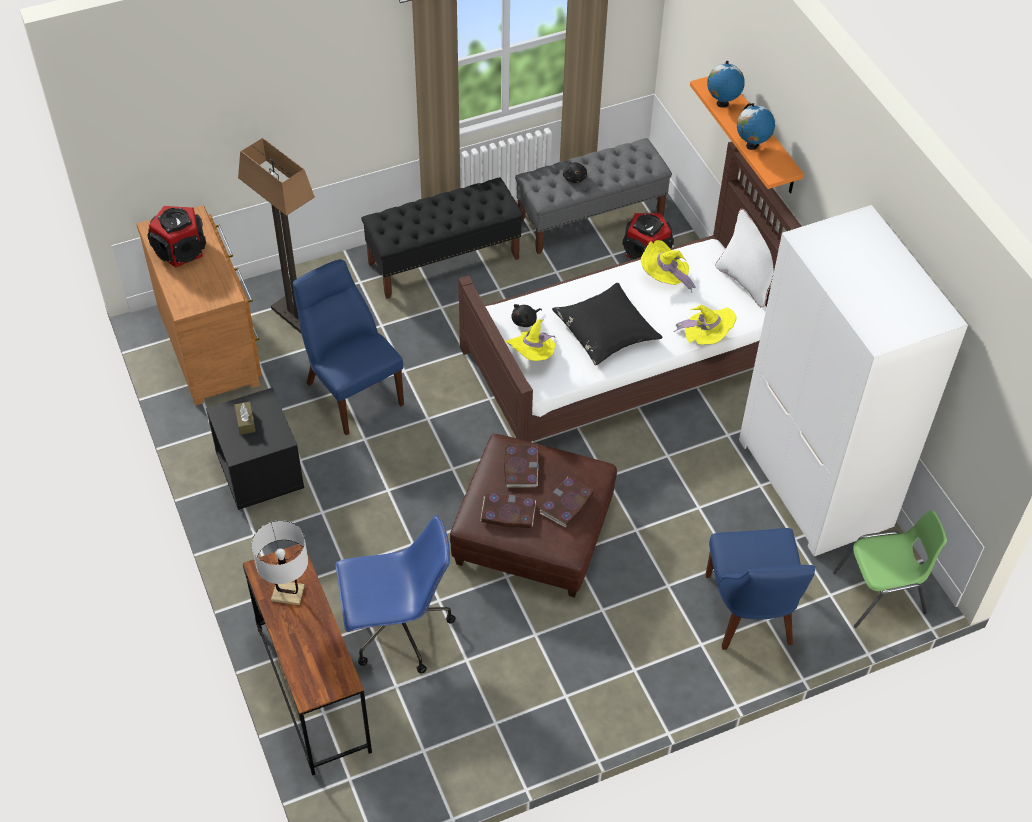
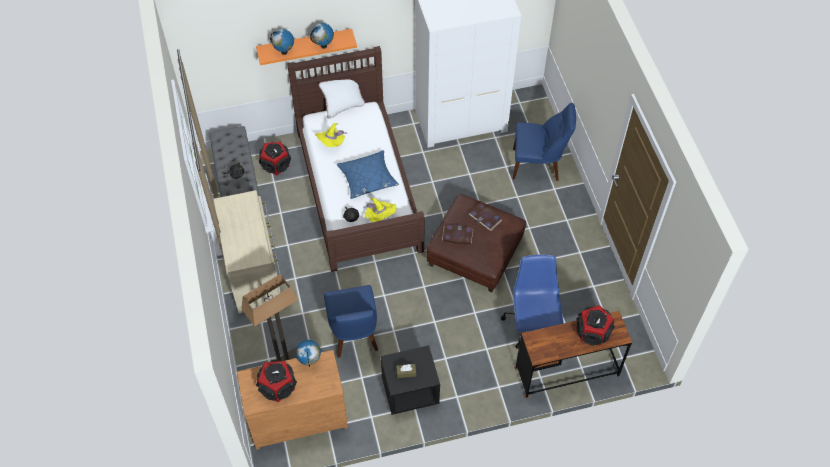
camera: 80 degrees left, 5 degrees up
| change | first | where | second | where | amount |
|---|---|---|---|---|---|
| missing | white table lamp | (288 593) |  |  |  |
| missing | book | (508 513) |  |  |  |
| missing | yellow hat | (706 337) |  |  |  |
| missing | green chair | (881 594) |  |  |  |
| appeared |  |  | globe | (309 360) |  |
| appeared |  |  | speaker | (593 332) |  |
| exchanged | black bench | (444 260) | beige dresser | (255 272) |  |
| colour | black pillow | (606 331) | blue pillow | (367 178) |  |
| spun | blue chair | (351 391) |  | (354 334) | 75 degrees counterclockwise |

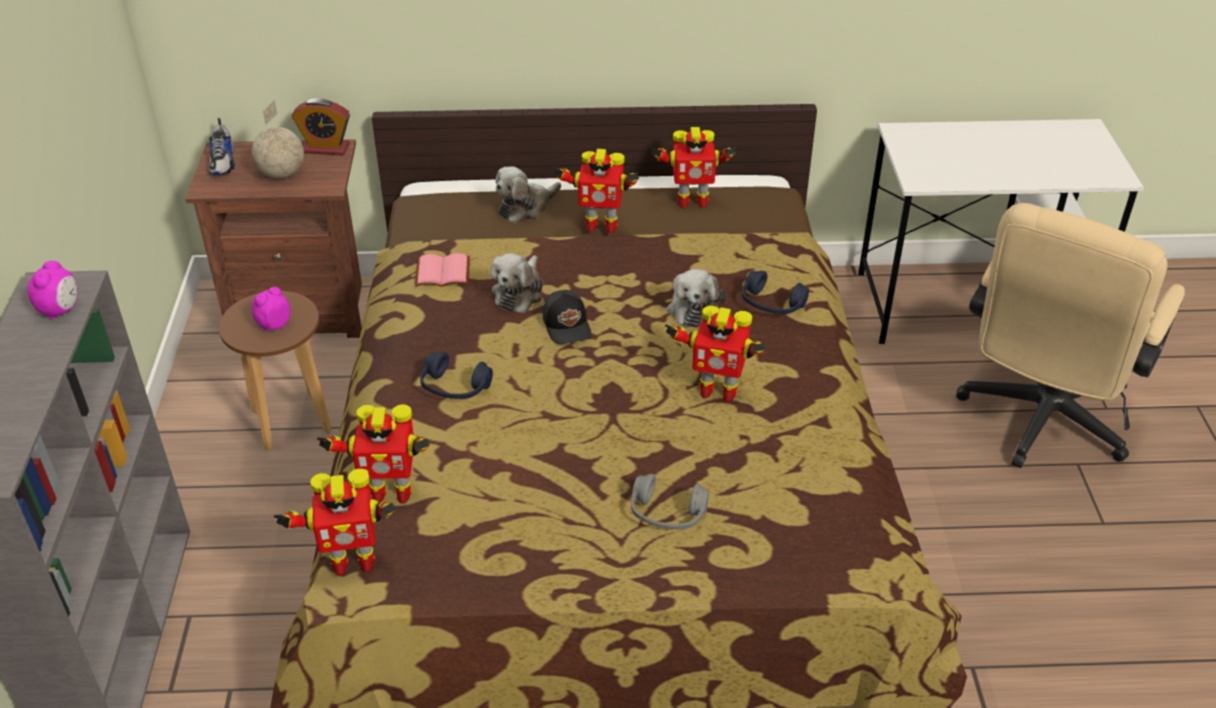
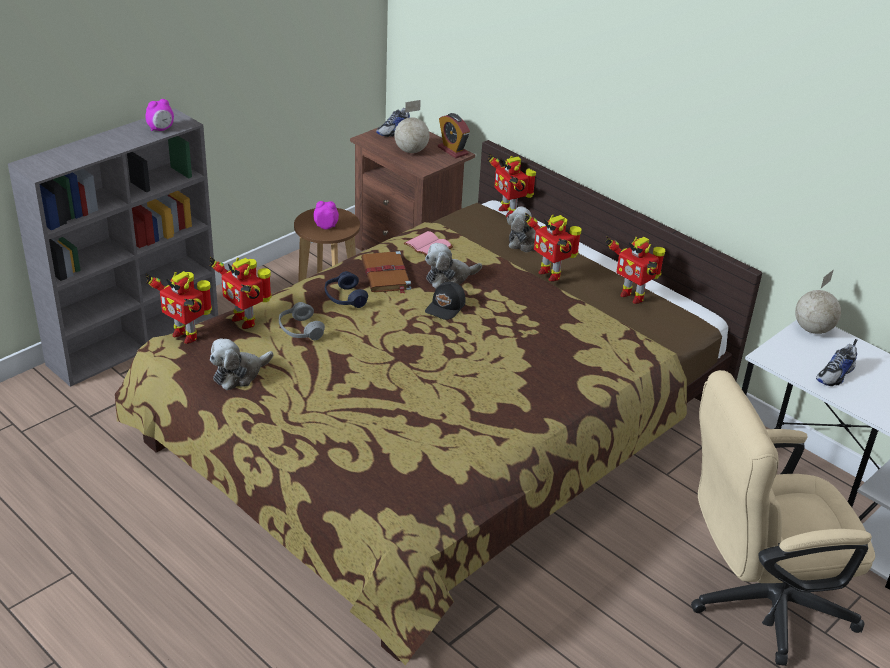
camera: 45 degrees right, 5 degrees down
| change | first | where | second | where | amount |
|---|---|---|---|---|---|
| missing | blue headphones | (771 304) |  |  |  |
| appeared |  |  | brown book | (386 275) |  |
| appeared |  |  | globe | (813 329) |  |
| appeared |  |  | shoe | (836 374) |  |
| relocated | grey headphones | (667 513) |  | (300 330) |  |
| relocated | toy robot | (717 390) |  | (509 211) |  |
| relocated | plush toy | (693 308) |  | (239 374) |  |

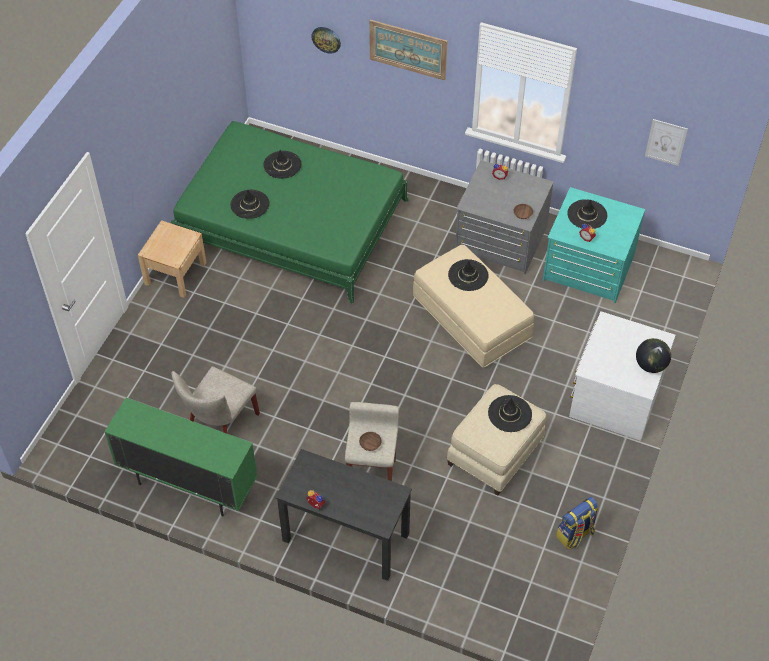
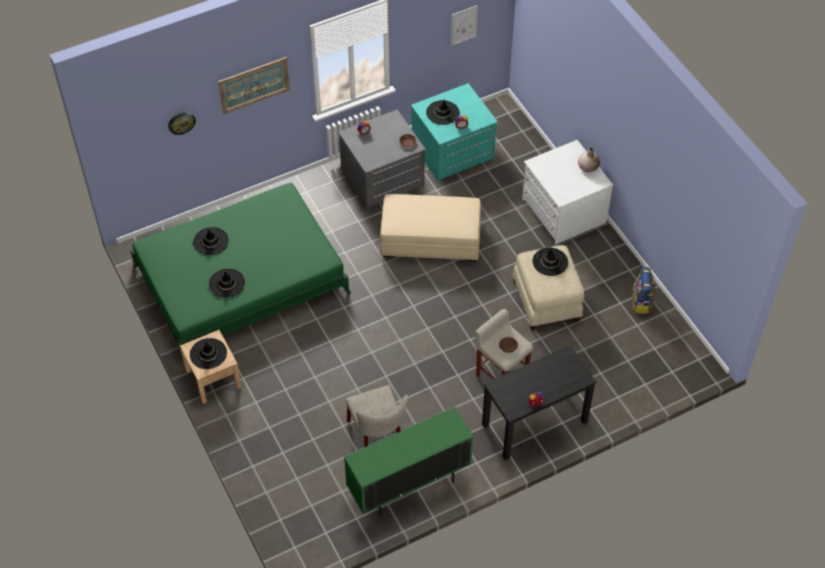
camera: 50 degrees left, 0 degrees up
| change | first | where | second | where | amount |
|---|---|---|---|---|---|
| relocated | black hat | (468 275) |  | (208 354) |  |
| exchanged | globe | (650 365) | beige vase | (588 167) |  |

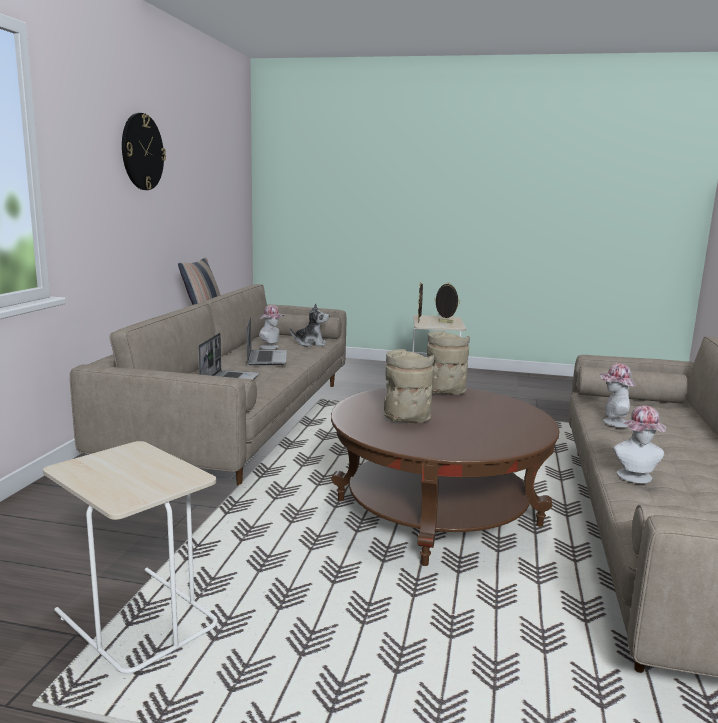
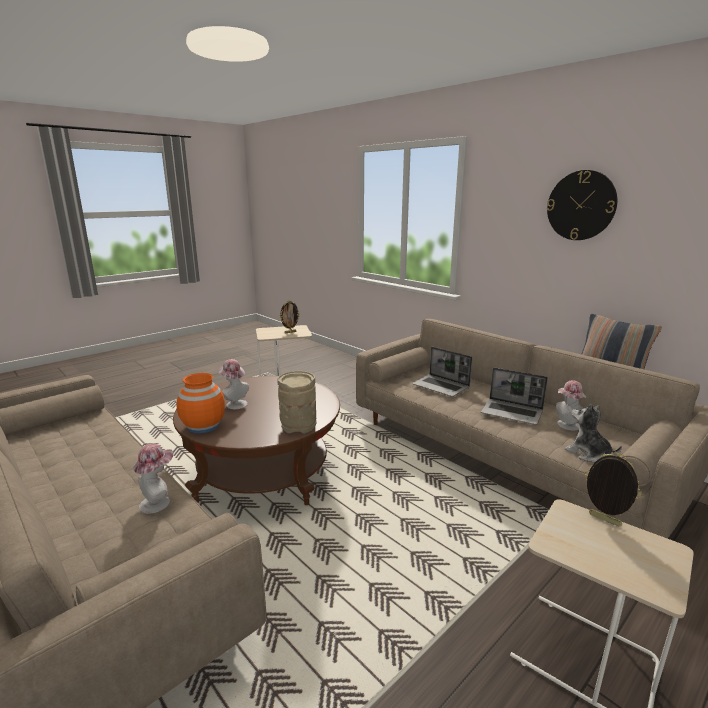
camera: 125 degrees right, 5 degrees up
| change | first | where | second | where | amount |
|---|---|---|---|---|---|
| missing | beige vase | (406 419) |  |  |  |
| appeared |  |  | orange vase | (203 426) |  |
| relocated | picture frame | (445 322) |  | (290 332) |  |
| relocated | hat | (636 478) |  | (234 404) |  |
| spun | plush toy | (311 344) |  | (588 454) | 105 degrees clockwise |

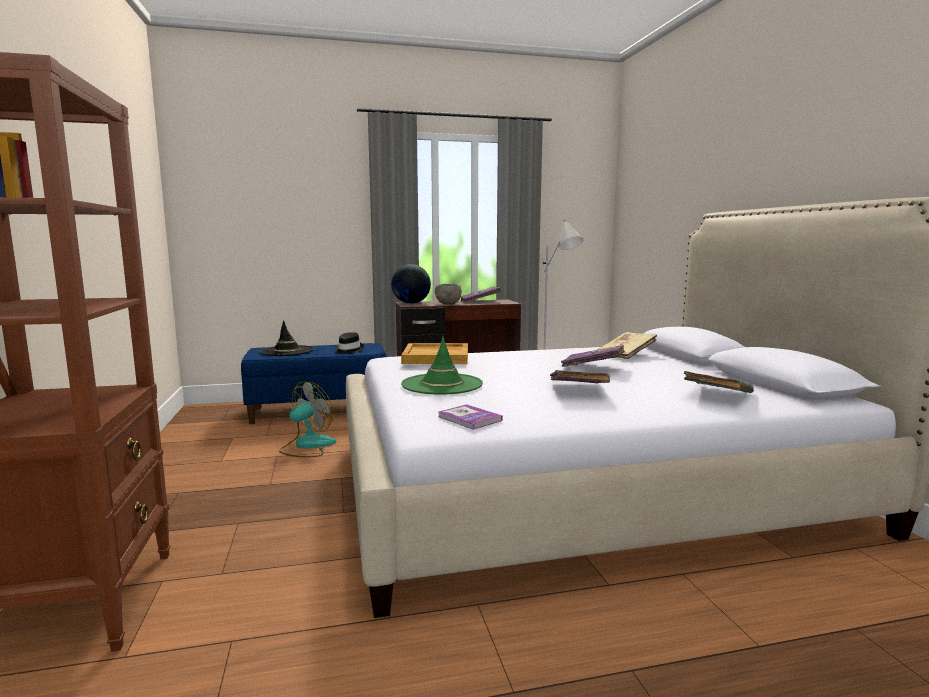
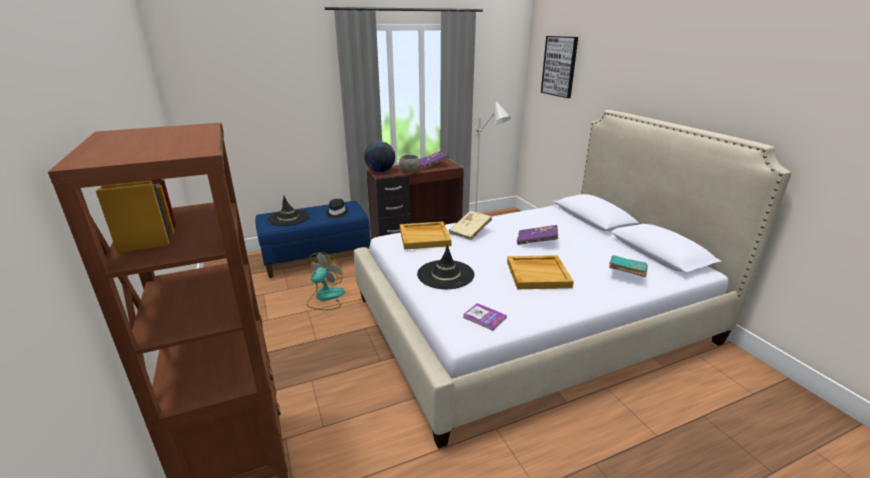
camera: 10 degrees left, 15 degrees up
| change | first | where | second | where | amount |
|---|---|---|---|---|---|
| appeared |  |  | picture | (559 66) |  |
| relocated | beige book | (626 354) |  | (470 231) |  |
| exchanged | purple book | (577 390) | beige tray | (538 274) |  |
| colour | green hat | (442 384) | black hat | (445 274) |  |

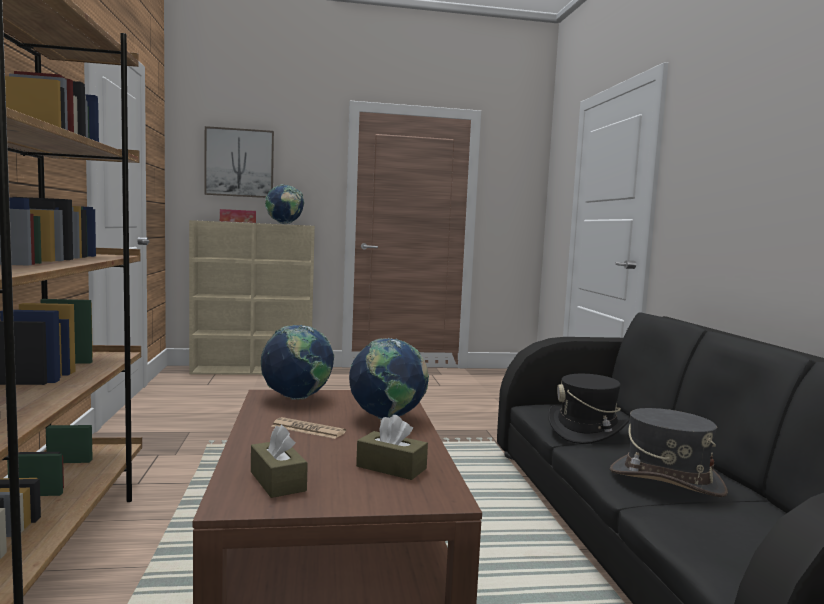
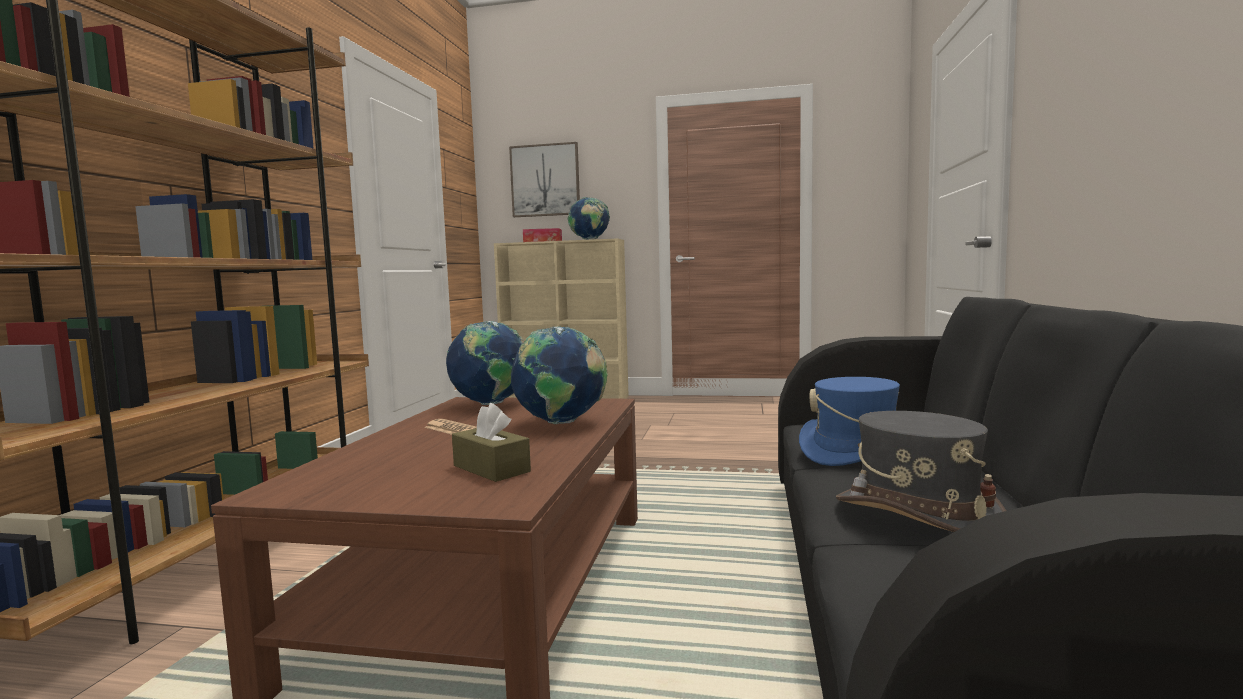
camera: 20 degrees right, 0 degrees up
| change | first | where | second | where | amount |
|---|---|---|---|---|---|
| missing | brown tissue box | (277 481) |  |  |  |
| colour | black hat | (587 431) | blue hat | (855 452) |  |

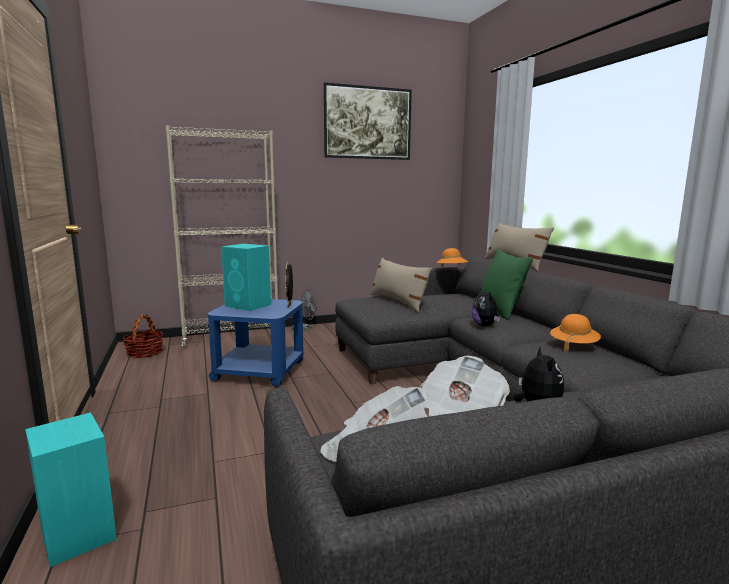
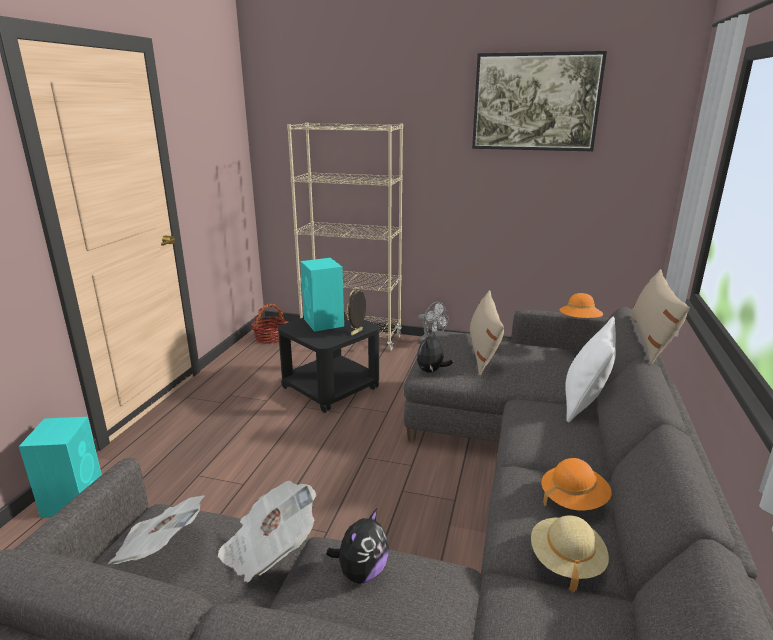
camera: 35 degrees right, 10 degrees up
| change | first | where | second | where | amount |
|---|---|---|---|---|---|
| appeared |  |  | beige hat | (566 560) |  |
| relocated | plush toy | (485 325) |  | (431 371) |  |
| colour | blue side table | (260 371) | black side table | (331 388) |  |
| colour | green pillow | (499 311) | white pillow | (584 403) |  |

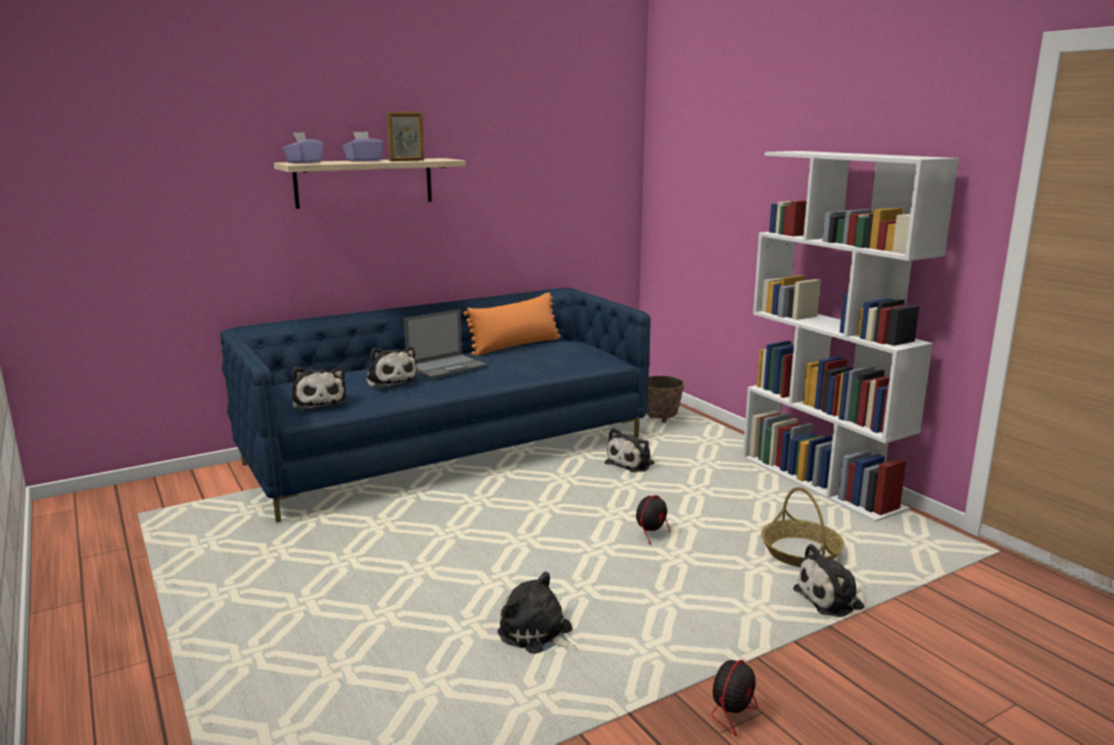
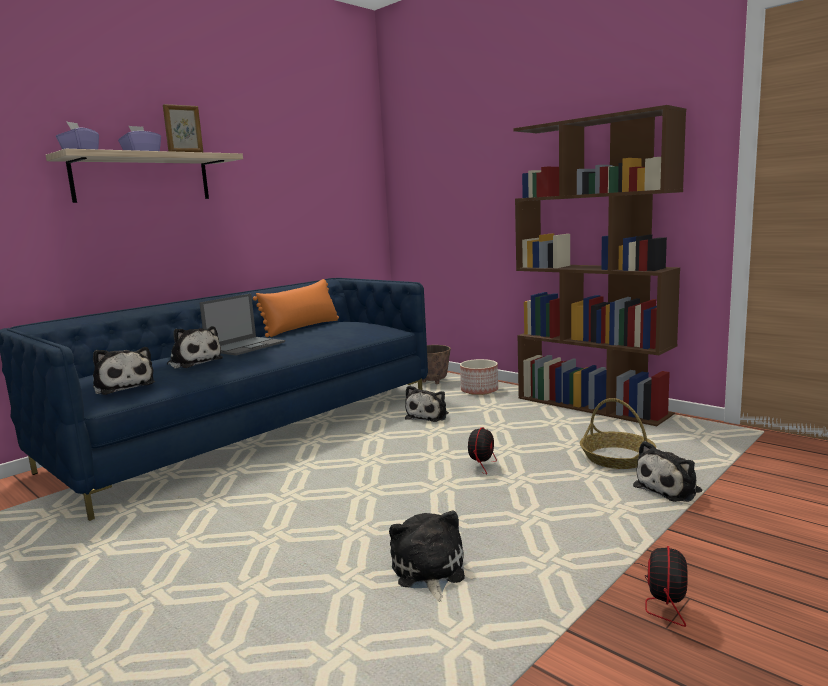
camera: 15 degrees left, 5 degrees down
| change | first | where | second | where | amount |
|---|---|---|---|---|---|
| appeared |  |  | planter | (480 391) |  |
| colour | white bookcase | (821 483) | brown bookcase | (593 406) |  |
| spun | plush toy | (538 635) |  | (428 573) | 60 degrees clockwise |

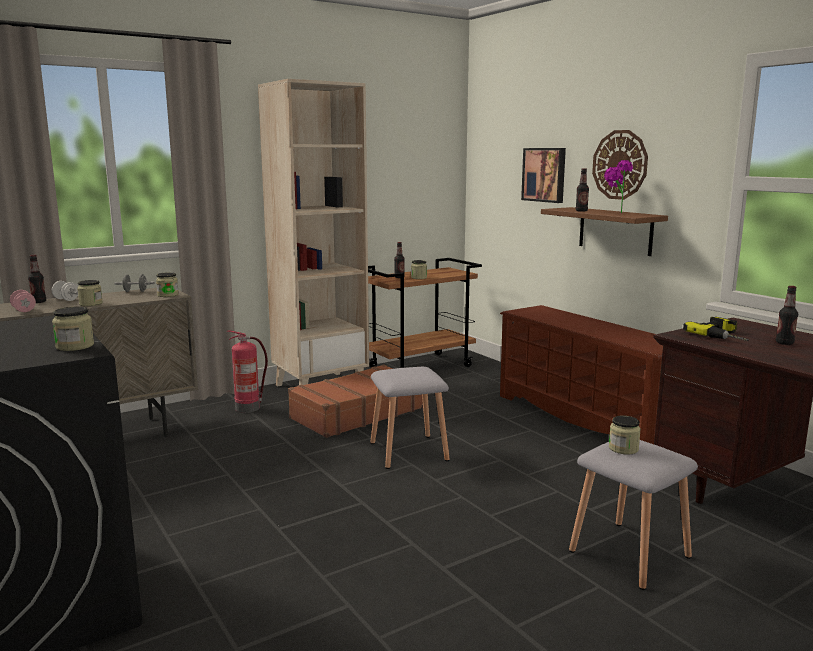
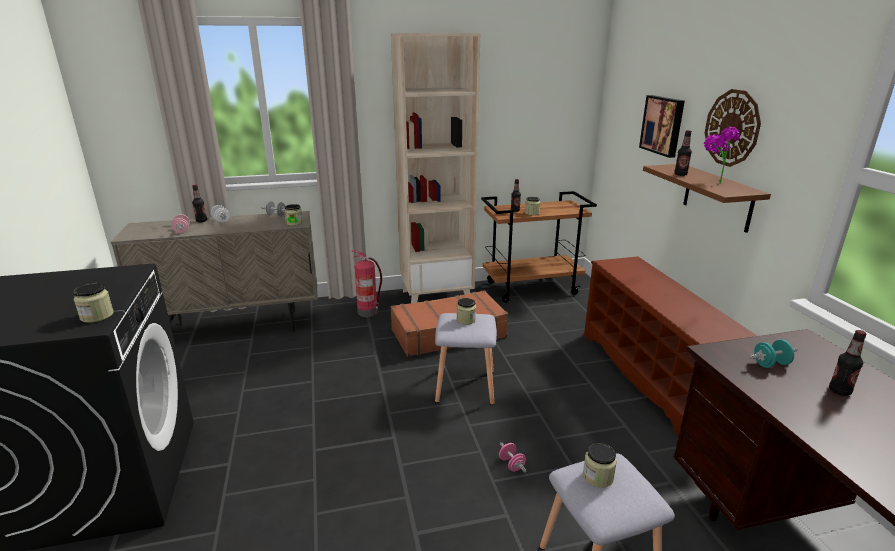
camera: 20 degrees right, 10 degrees up
| change | first | where | second | where | amount |
|---|---|---|---|---|---|
| appeared |  |  | pink dumbbell | (511 464) |  |
| relocated | jar | (91 304) |  | (466 320) |  |
| exchanged | power drill | (725 336) | turquoise dumbbell | (770 364) |  |

